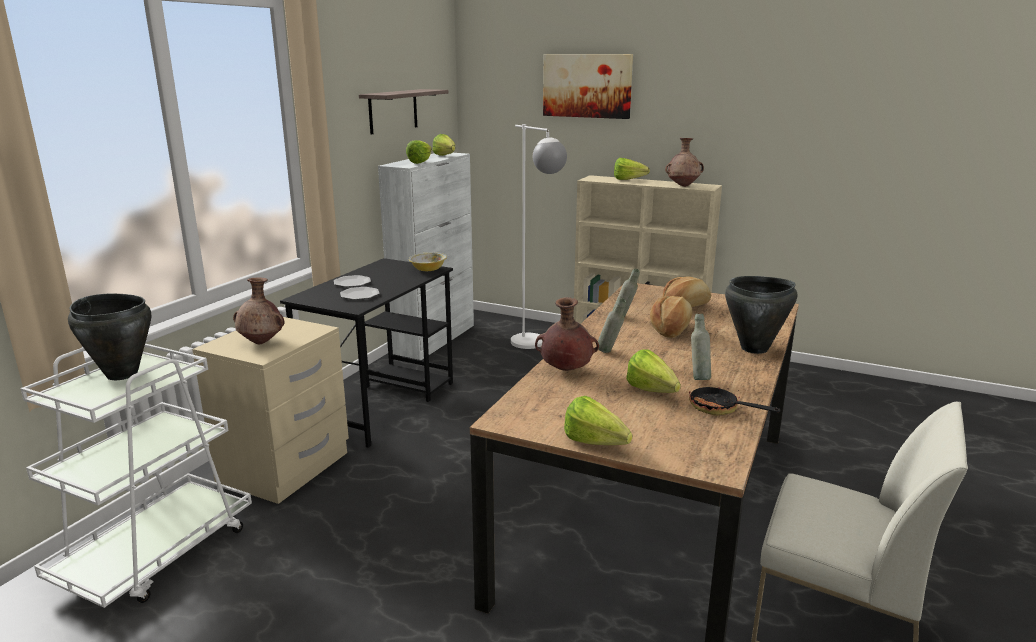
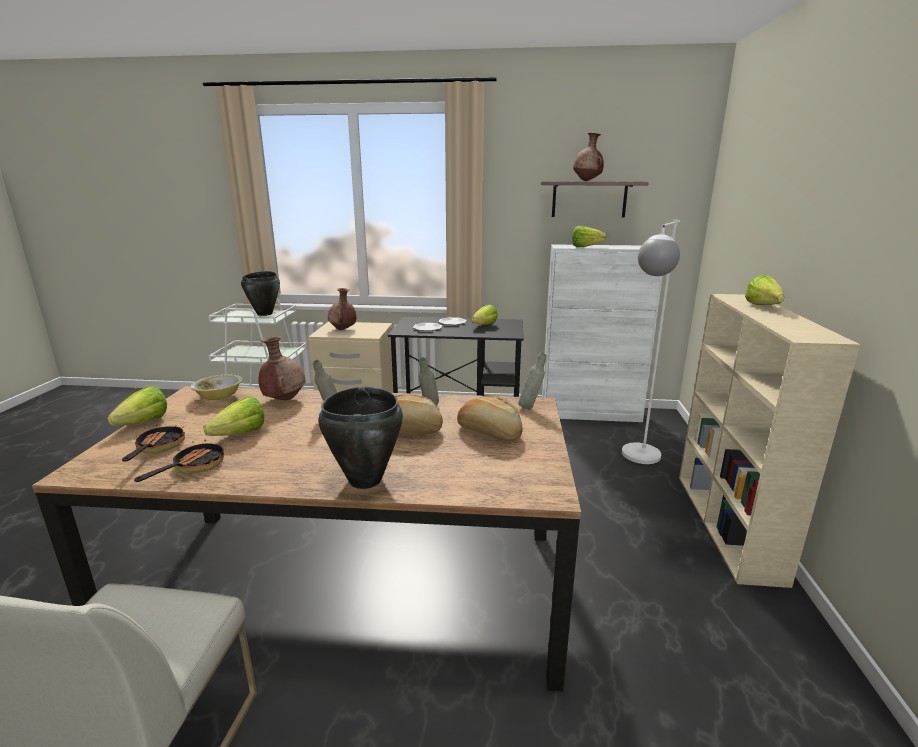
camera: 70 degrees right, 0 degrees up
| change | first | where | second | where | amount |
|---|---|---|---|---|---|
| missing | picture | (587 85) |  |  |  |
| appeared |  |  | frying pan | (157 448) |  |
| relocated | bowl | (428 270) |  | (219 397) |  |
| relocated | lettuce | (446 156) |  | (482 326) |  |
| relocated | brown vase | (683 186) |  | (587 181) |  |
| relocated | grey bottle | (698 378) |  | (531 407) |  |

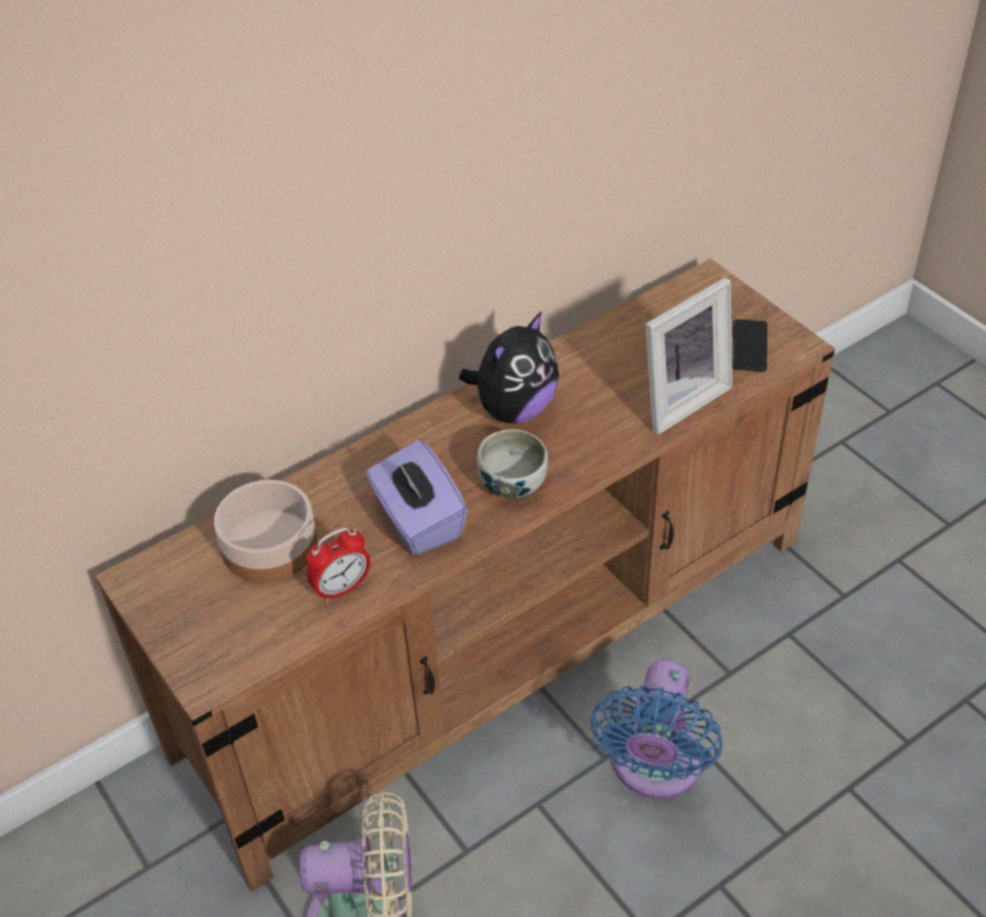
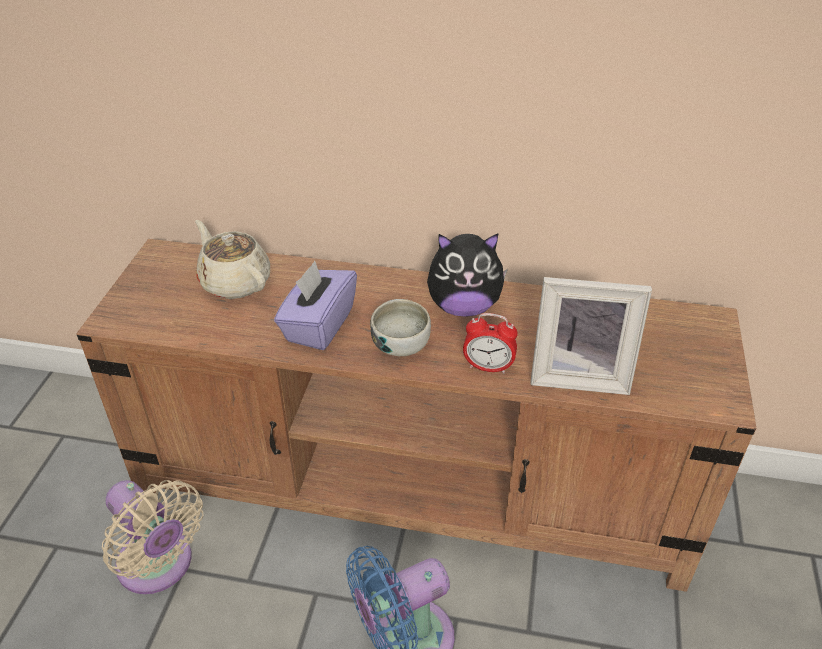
camera: 45 degrees right, 5 degrees down
| change | first | where | second | where | amount |
|---|---|---|---|---|---|
| missing | phone | (749 346) |  |  |  |
| relocated | alarm clock | (342 588) |  | (488 367) |  |
| exchanged | bowl | (271 545) | beige teapot | (235 282) |  |

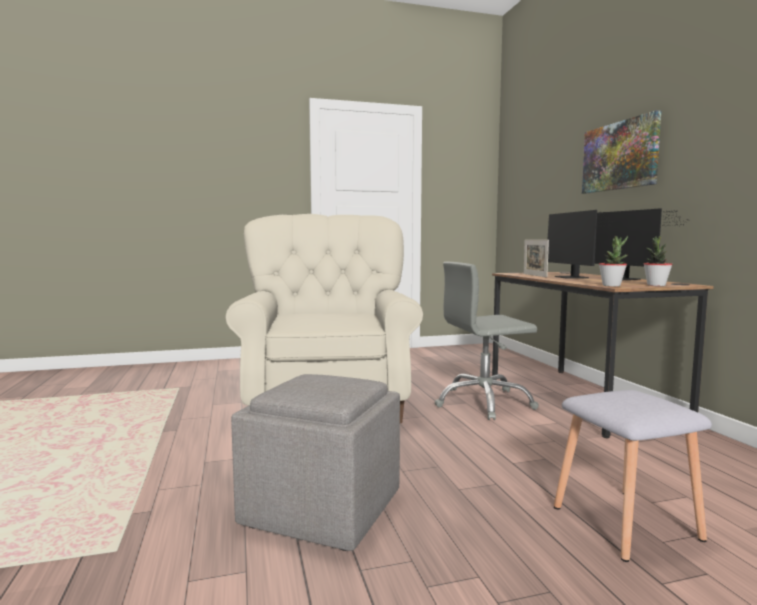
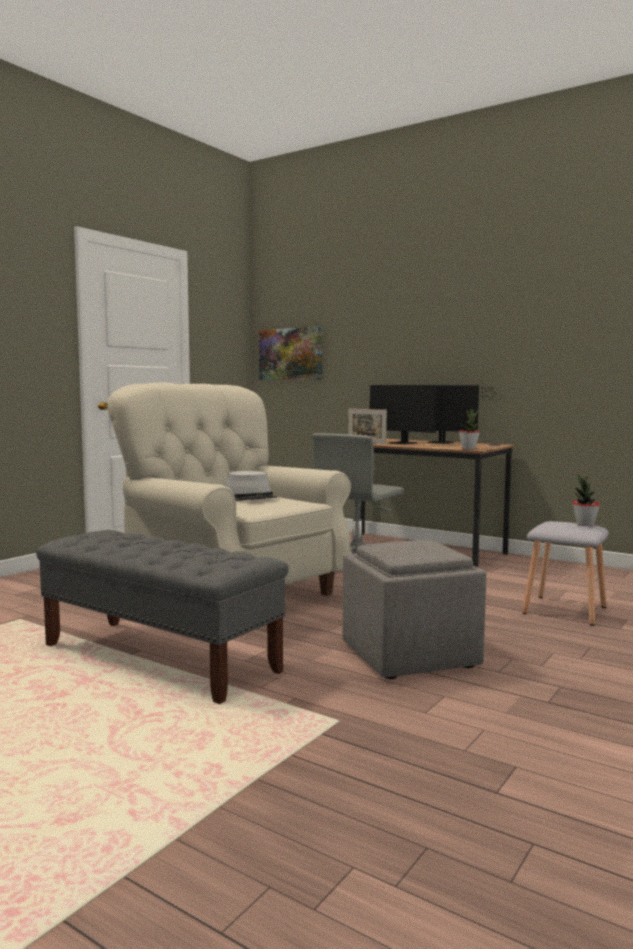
camera: 40 degrees left, 0 degrees up
| change | first | where | second | where | amount |
|---|---|---|---|---|---|
| appeared |  |  | grey bench | (158 658) |  |
| appeared |  |  | grey hat | (250 497) |  |
| relocated | picture | (620 156) |  | (291 354) |  |
| relocated | potted plant | (656 285) |  | (585 524) |  |

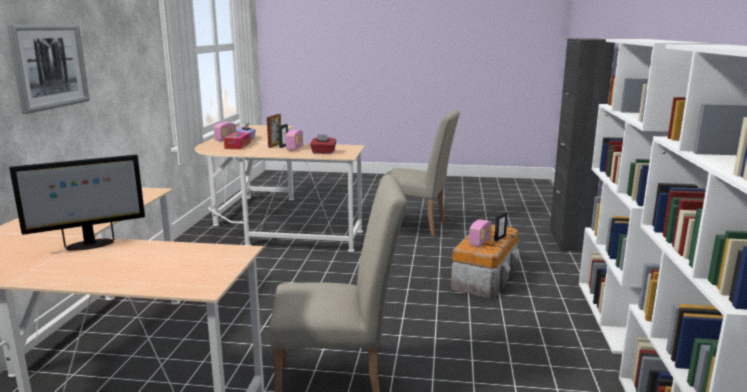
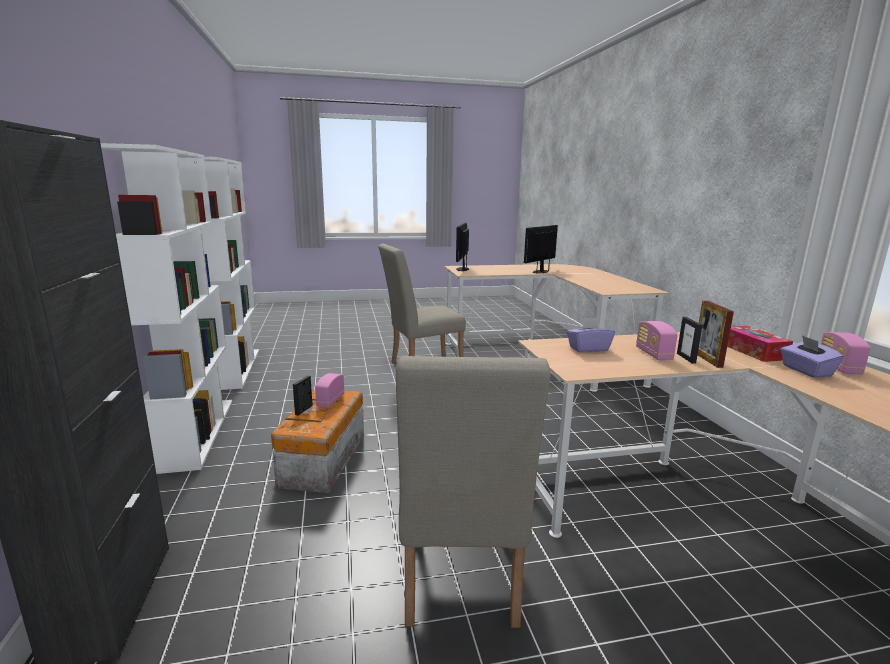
camera: 160 degrees right, 0 degrees up
| change | first | where | second | where | amount |
|---|---|---|---|---|---|
| missing | picture | (50 66) |  |  |  |
| appeared |  |  | monitor | (462 269) |  |
| colour | red tissue box | (323 152) | purple tissue box | (588 349) |  |
| spun | beige chair | (417 226) |  | (459 584) | 90 degrees counterclockwise |

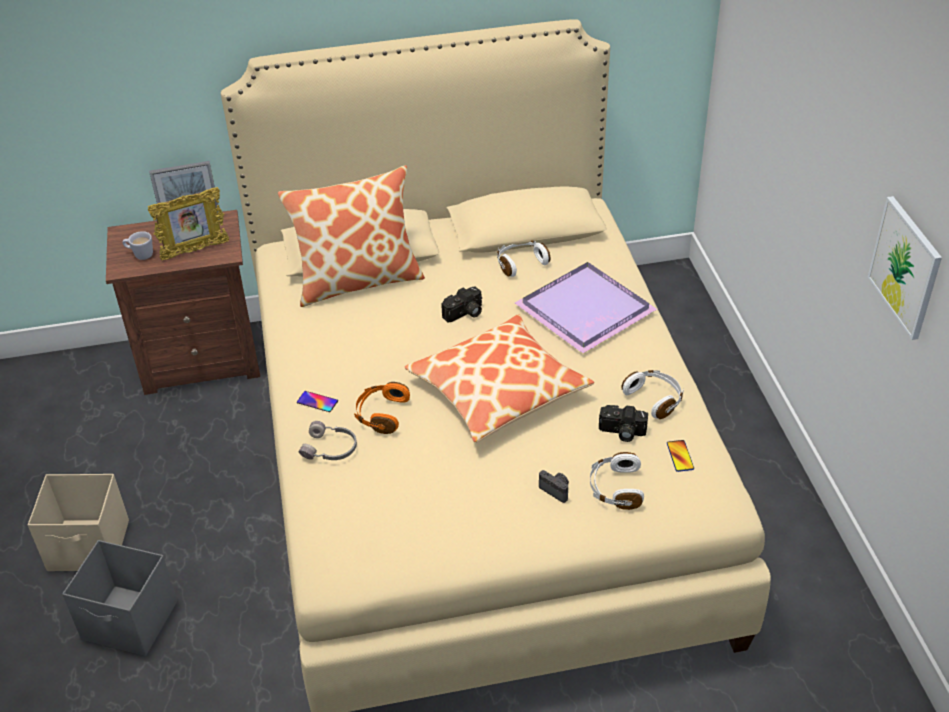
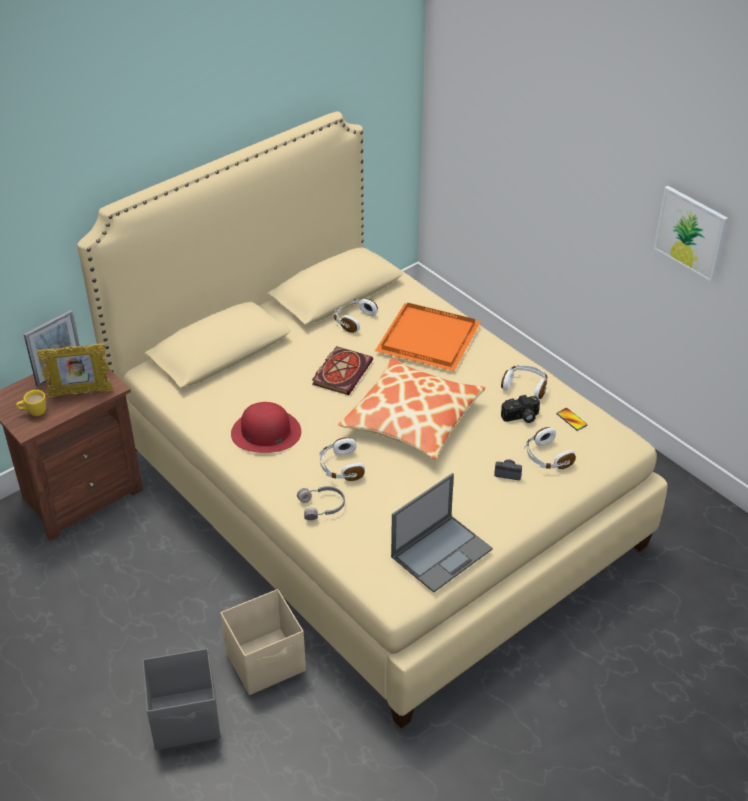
camera: 30 degrees left, 0 degrees up
| change | first | where | second | where | amount |
|---|---|---|---|---|---|
| missing | pillow | (358 280) |  |  |  |
| missing | phone | (317 402) |  |  |  |
| appeared |  |  | red hat | (265 432) |  |
| appeared |  |  | laptop | (442 552) |  |
| relocated | beige storage box | (90 546) |  | (266 662) |  |
| exchanged | photo camera | (464 314) | book | (342 371) |  |
| colour | white mug | (140 255) | yellow mug | (33 412) |  |
| colour | orange headphones | (381 414) | white headphones | (340 467) |  |
| colour | purple tray | (585 311) | orange tray | (429 340) |  |
| spun | picture frame | (195 250) |  | (80 393) | 45 degrees clockwise |

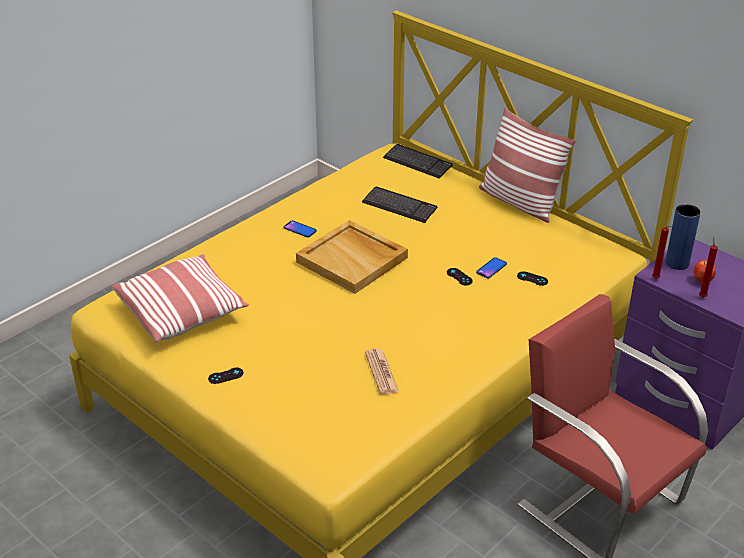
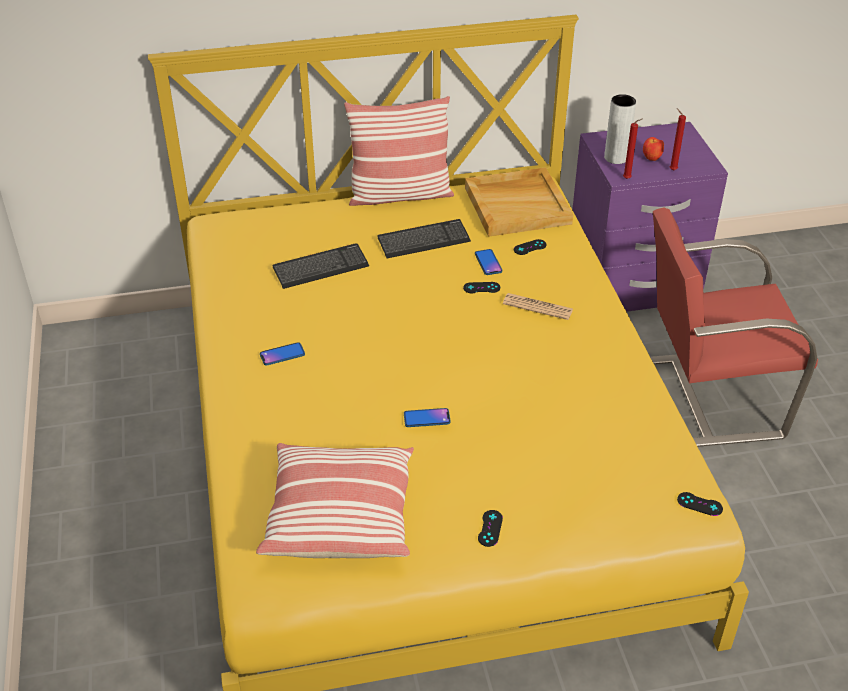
camera: 55 degrees left, 5 degrees up
| change | first | where | second | where | amount |
|---|---|---|---|---|---|
| appeared |  |  | phone | (426 418) |  |
| appeared |  |  | black game controller | (699 504) |  |
| relocated | beige tray | (353 260) |  | (518 205) |  |
| relocated | newspaper | (381 372) |  | (537 307) |  |
| relocated | keyboard | (417 162) |  | (423 240) |  |
| colour | blue vase | (677 263) | grey vase | (616 158) |  |

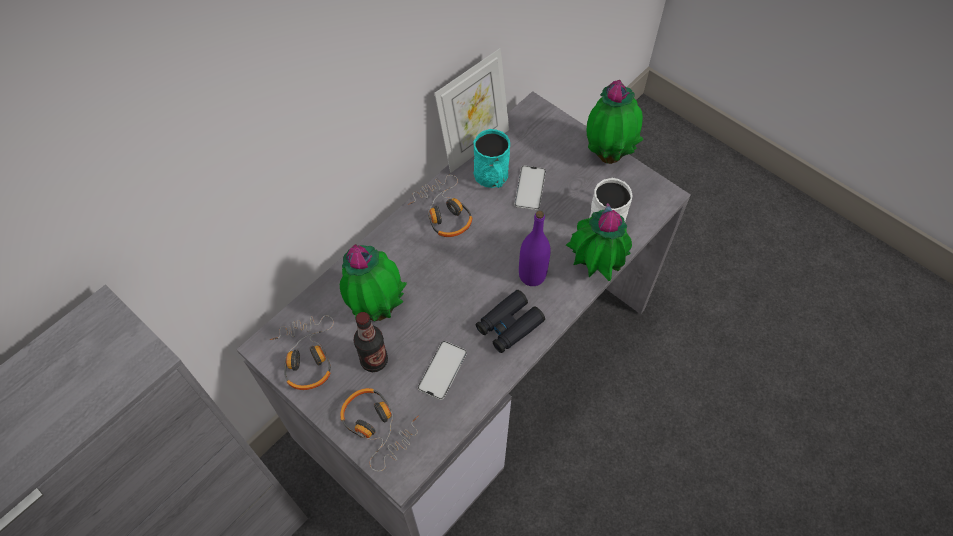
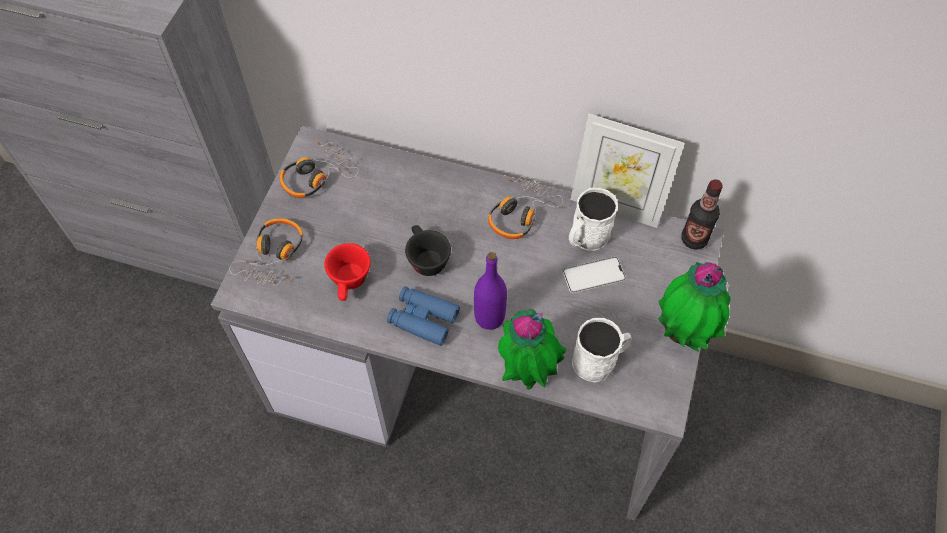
camera: 65 degrees right, 0 degrees up
| change | first | where | second | where | amount |
|---|---|---|---|---|---|
| missing | potted plant | (377 308) |  |  |  |
| appeared |  |  | black cup | (425 258) |  |
| relocated | bottle | (374 360) |  | (694 239) |  |
| exchanged | phone | (442 370) | red cup | (350 283) |  |
| colour | turquoise mug | (492 177) | white mug | (586 237) |  |
| colour | black binoculars | (509 325) | blue binoculars | (423 319) |  |

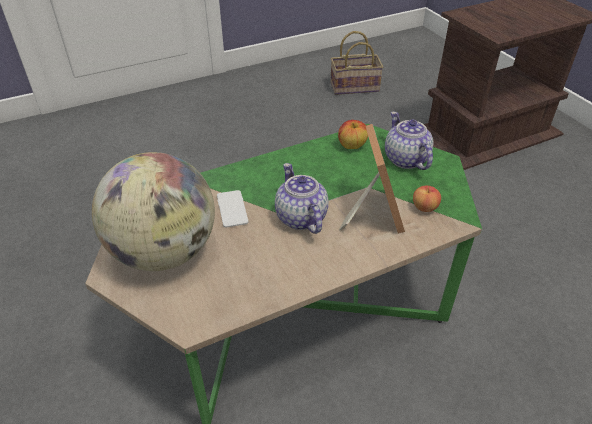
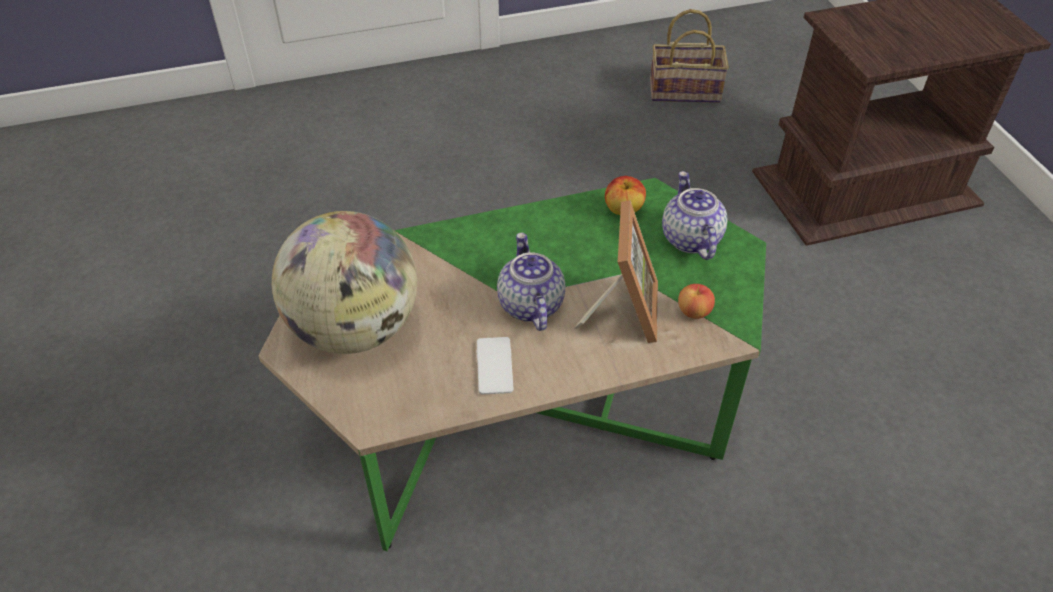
camera: 10 degrees right, 5 degrees up
| change | first | where | second | where | amount |
|---|---|---|---|---|---|
| relocated | phone | (232 209) |  | (494 366) |  |

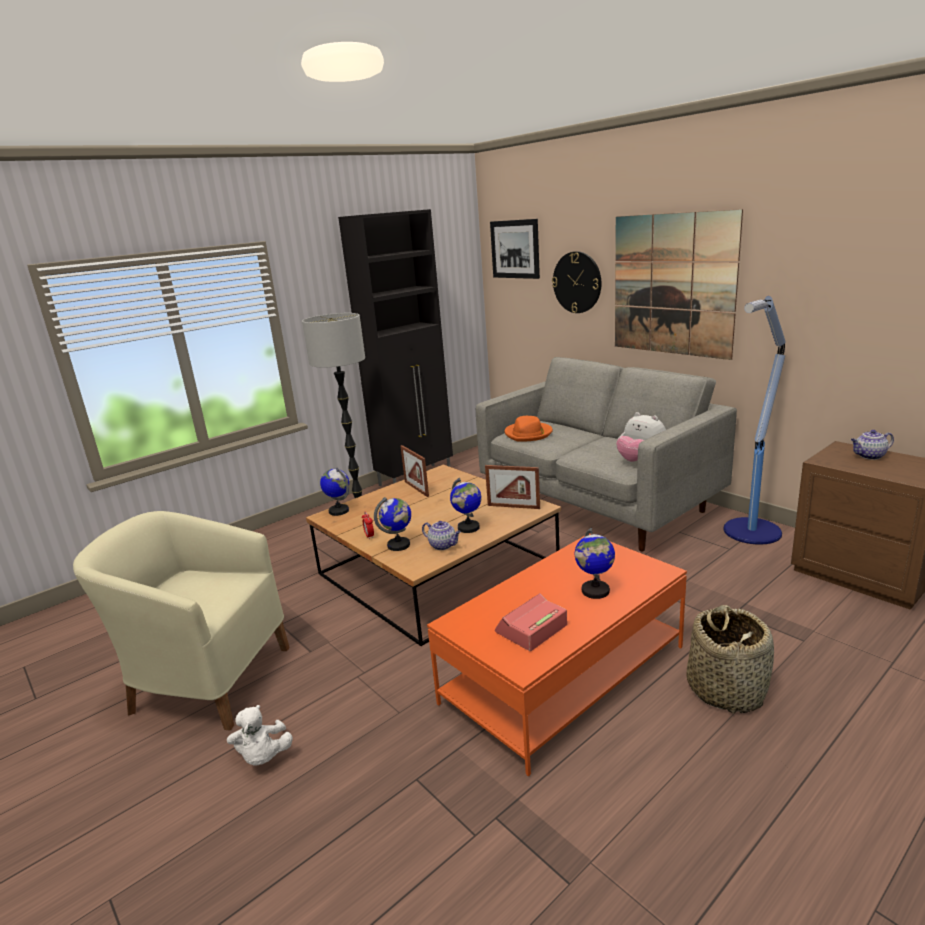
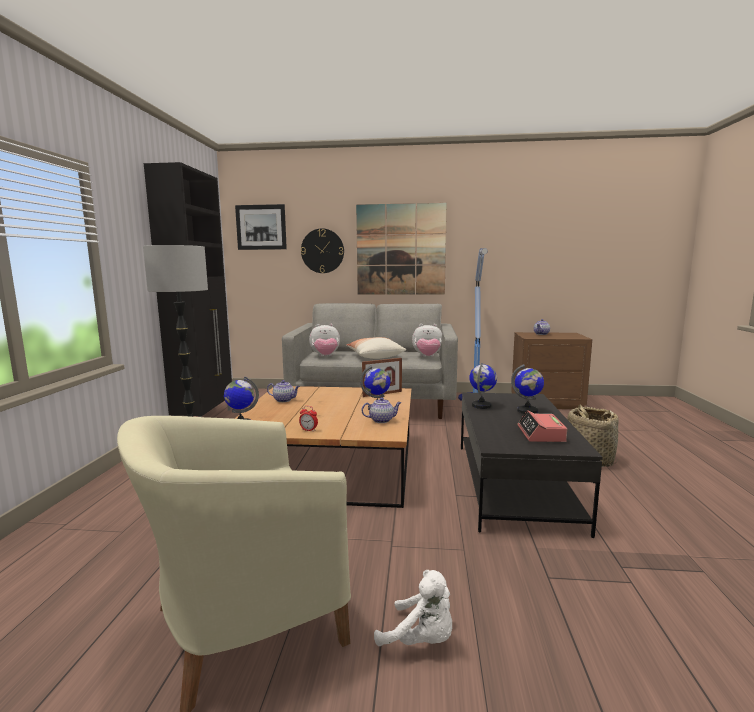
camera: 45 degrees left, 10 degrees down
| change | first | where | second | where | amount |
|---|---|---|---|---|---|
| appeared |  |  | pillow | (375 356) |  |
| relocated | globe | (399 545) |  | (481 406) |  |
| exchanged | picture frame | (416 489) | teapot | (284 400) |  |
| exchanged | orange hat | (528 434) | plush toy | (325 356) |  |
| colour | orange coffee table | (564 675) | black coffee table | (514 484) |  |

